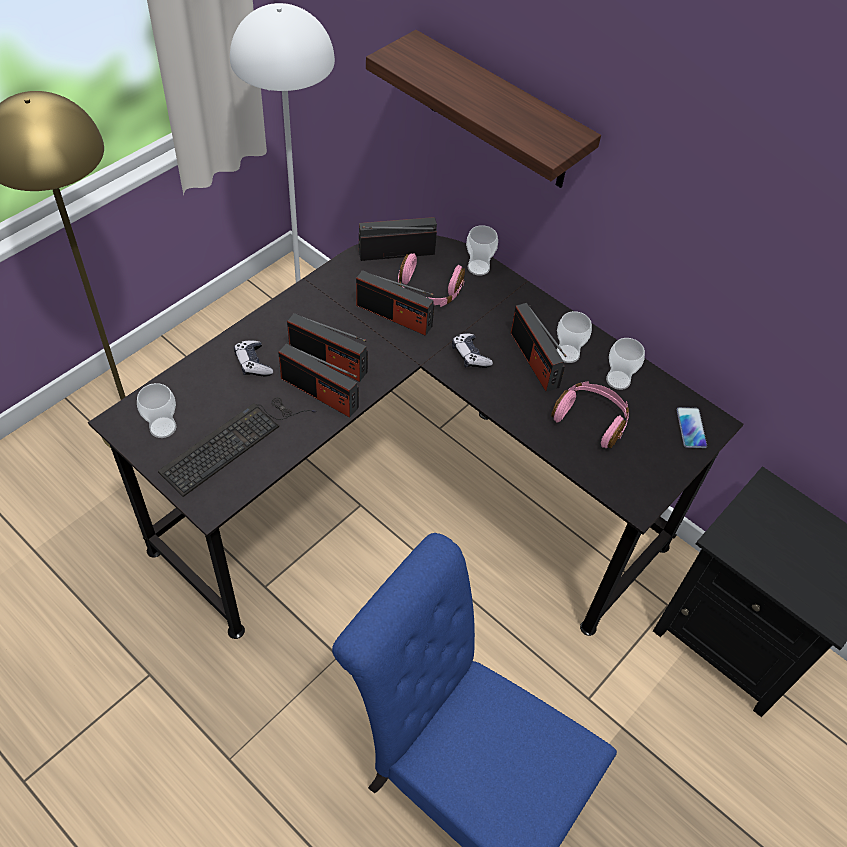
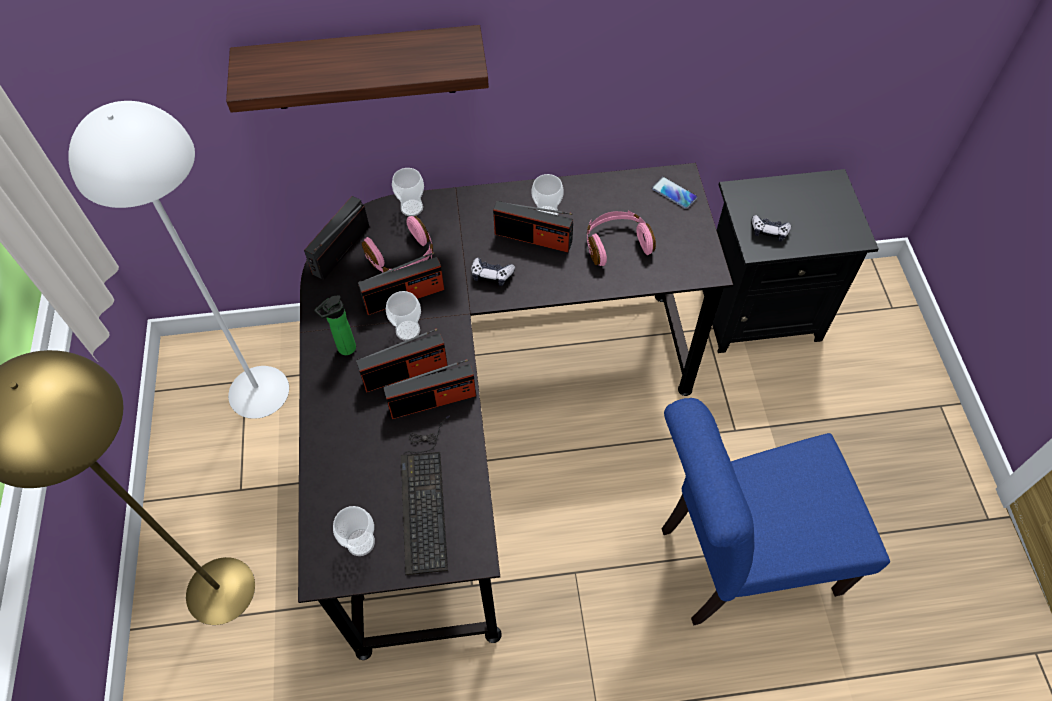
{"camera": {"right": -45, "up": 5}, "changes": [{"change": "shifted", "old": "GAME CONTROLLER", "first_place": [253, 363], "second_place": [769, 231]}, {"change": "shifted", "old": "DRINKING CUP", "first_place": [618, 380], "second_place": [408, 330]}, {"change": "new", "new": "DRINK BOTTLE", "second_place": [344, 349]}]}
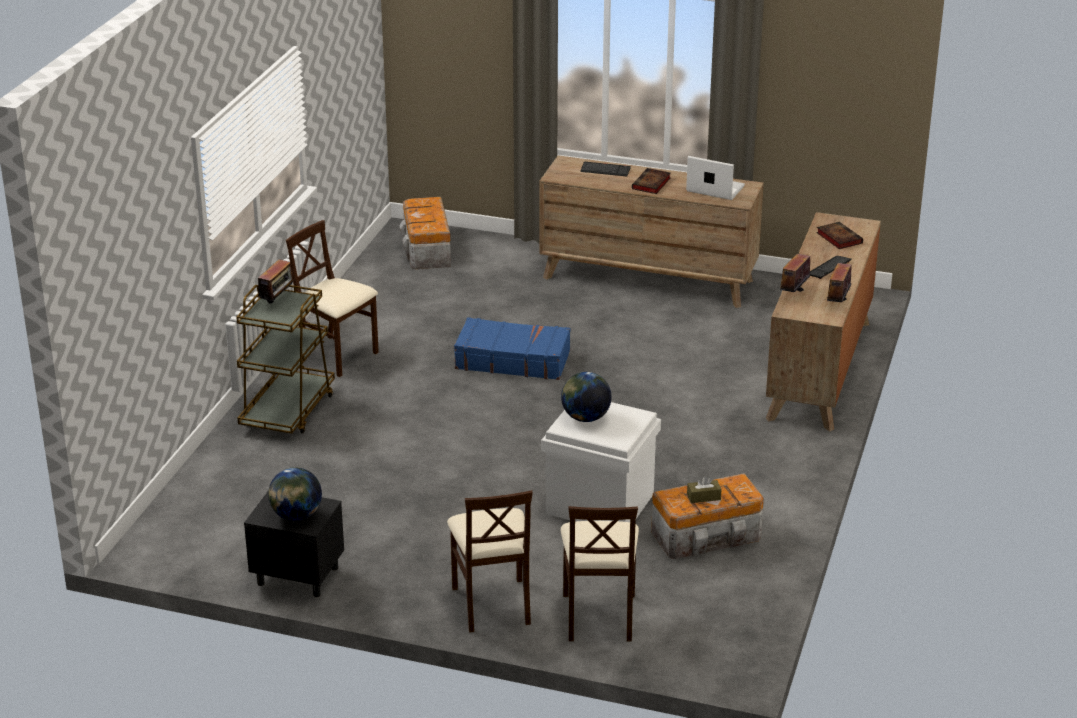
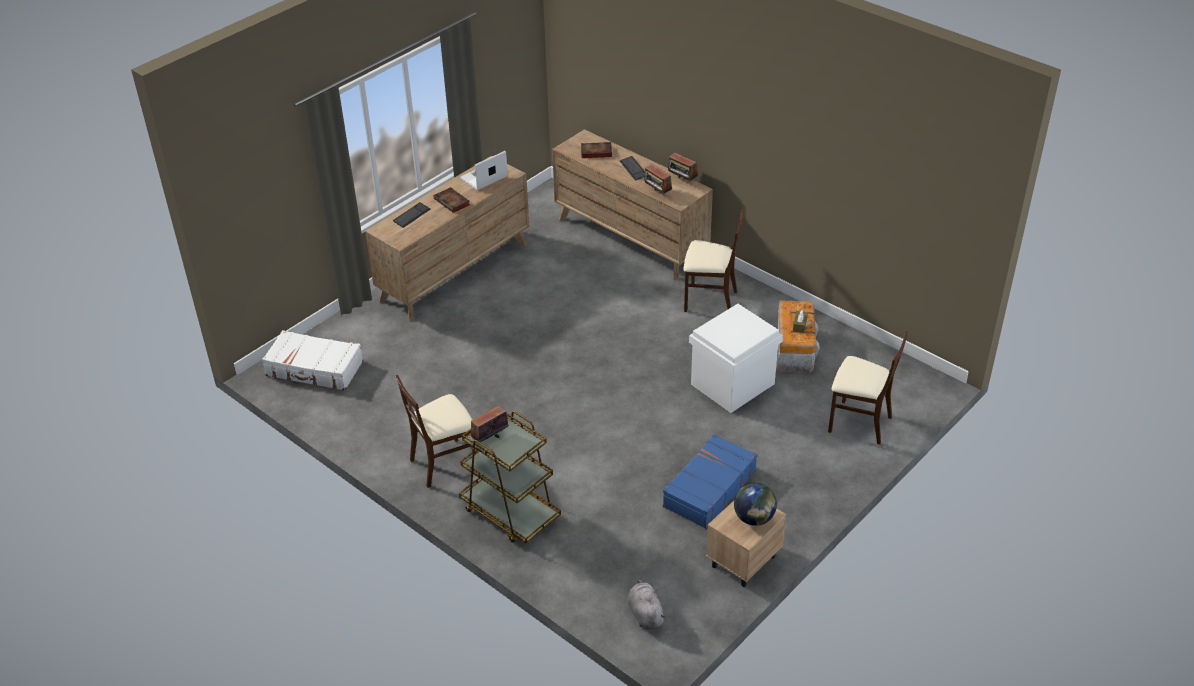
{"camera": {"right": -65, "up": 10}, "changes": [{"change": "repainted", "old": "BLACK NIGHTSTAND", "new": "BEIGE NIGHTSTAND", "first_place": [297, 575], "second_place": [742, 561]}, {"change": "rotated", "old": "RADIO RECEIVER", "first_place": [277, 300], "second_place": [489, 439], "degrees": -90}, {"change": "swapped", "old": "STORAGE BIN", "new": "WHITE PIECE OF LUGGAGE", "first_place": [427, 250], "second_place": [314, 369]}, {"change": "shifted", "old": "BEIGE CHAIR", "first_place": [492, 604], "second_place": [709, 300]}, {"change": "shifted", "old": "BLUISH PIECE OF LUGGAGE", "first_place": [512, 360], "second_place": [708, 489]}, {"change": "gone", "old": "DESK GLOBE", "first_place": [585, 418]}, {"change": "new", "new": "GRAY SOFT TOY", "second_place": [645, 613]}]}
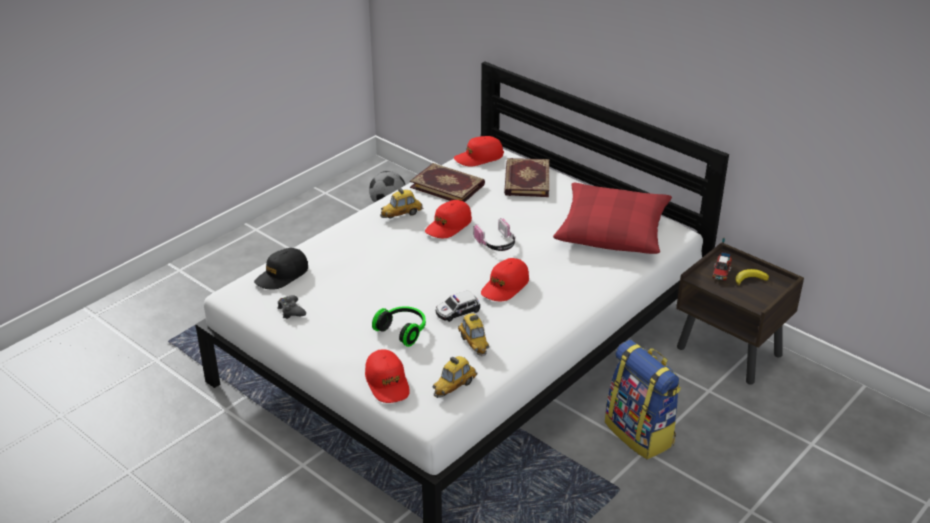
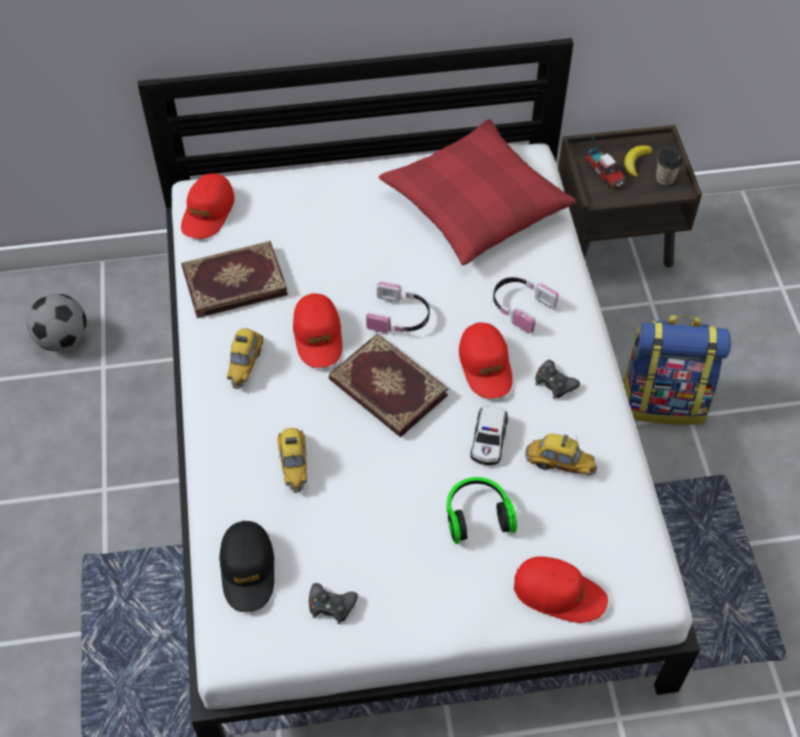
{"camera": {"right": -50, "up": 20}, "changes": [{"change": "shifted", "old": "MINIATURE CAR", "first_place": [454, 387], "second_place": [294, 464]}, {"change": "shifted", "old": "BOUND BOOK", "first_place": [526, 180], "second_place": [387, 389]}, {"change": "new", "new": "HEADSET", "second_place": [520, 306]}, {"change": "new", "new": "BLACK GAME CONTROLLER", "second_place": [554, 383]}, {"change": "new", "new": "DRINKING CUP", "second_place": [665, 178]}]}
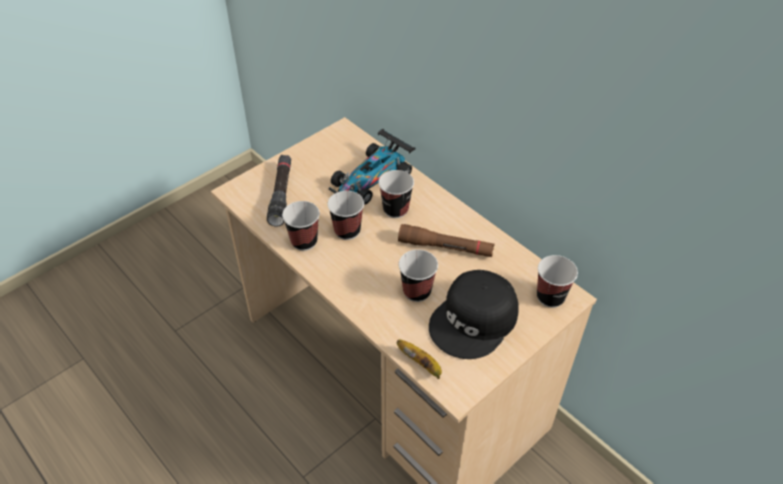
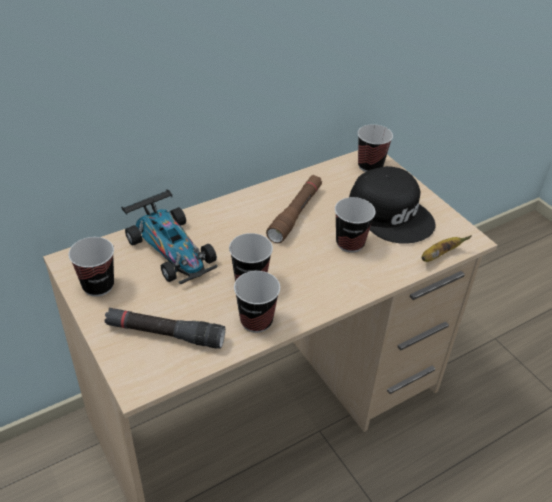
{"camera": {"right": -80, "up": -5}, "changes": [{"change": "shifted", "old": "DRINKING CUP", "first_place": [395, 209], "second_place": [98, 286]}]}
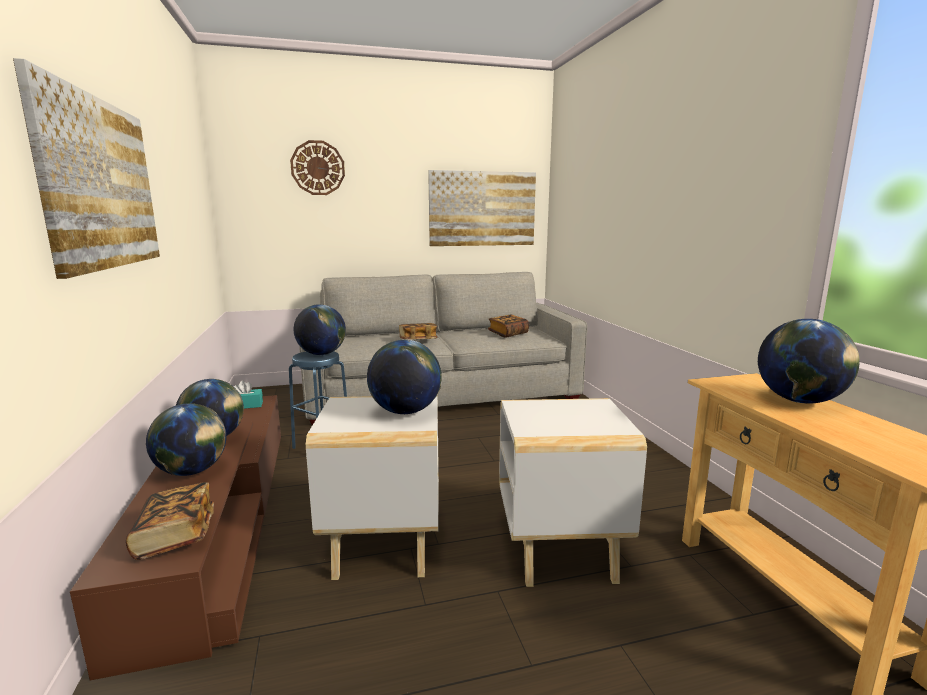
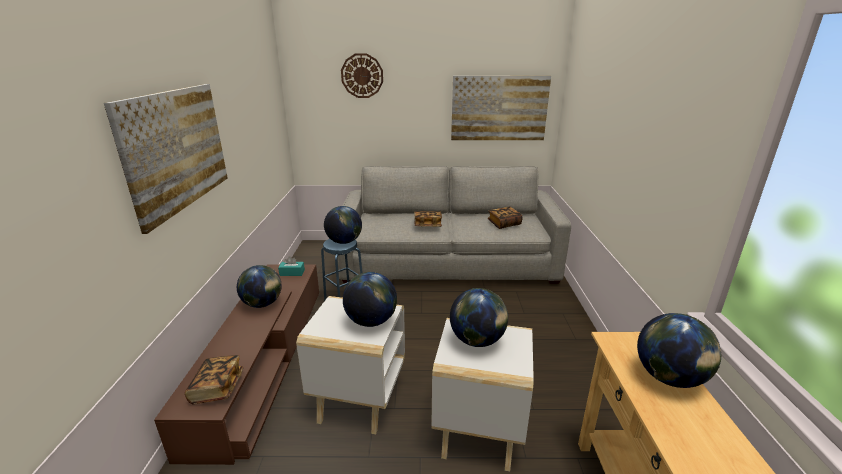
{"camera": {"right": 15, "up": 10}, "changes": [{"change": "shifted", "old": "DESK GLOBE", "first_place": [192, 472], "second_place": [477, 341]}]}
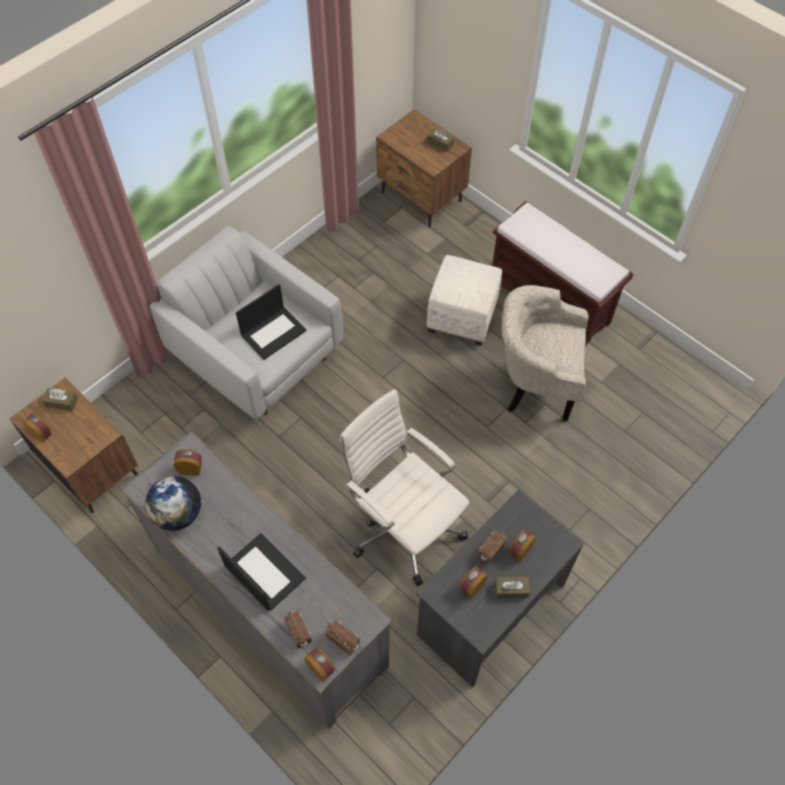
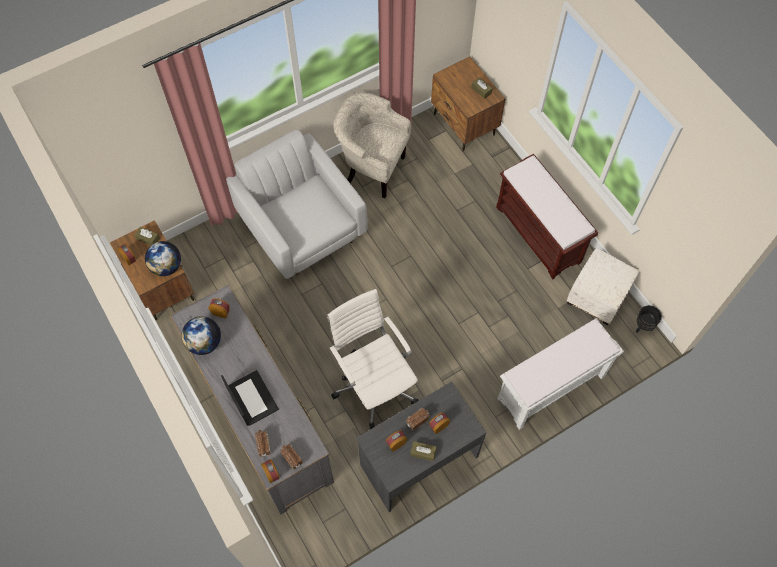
{"camera": {"right": 15, "up": 5}, "changes": [{"change": "gone", "old": "NOTEBOOK COMPUTER", "first_place": [273, 332]}, {"change": "shifted", "old": "WHITE FOOTREST", "first_place": [462, 318], "second_place": [597, 298]}, {"change": "shifted", "old": "BEIGE ARMCHAIR", "first_place": [534, 386], "second_place": [372, 169]}, {"change": "new", "new": "DESK GLOBE", "second_place": [166, 266]}, {"change": "new", "new": "WHITE LONG SEAT", "second_place": [550, 388]}, {"change": "new", "new": "BLACK PLANT POT", "second_place": [643, 327]}]}
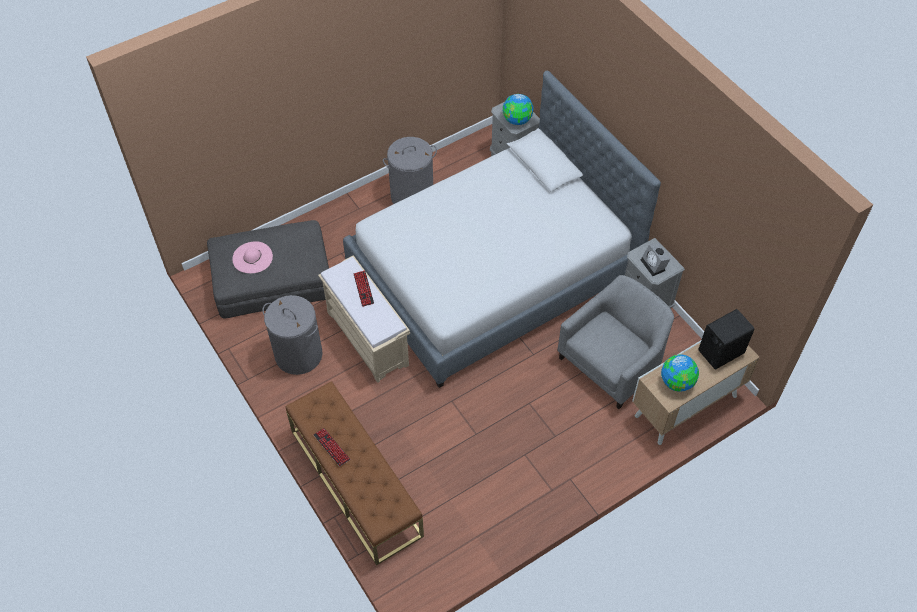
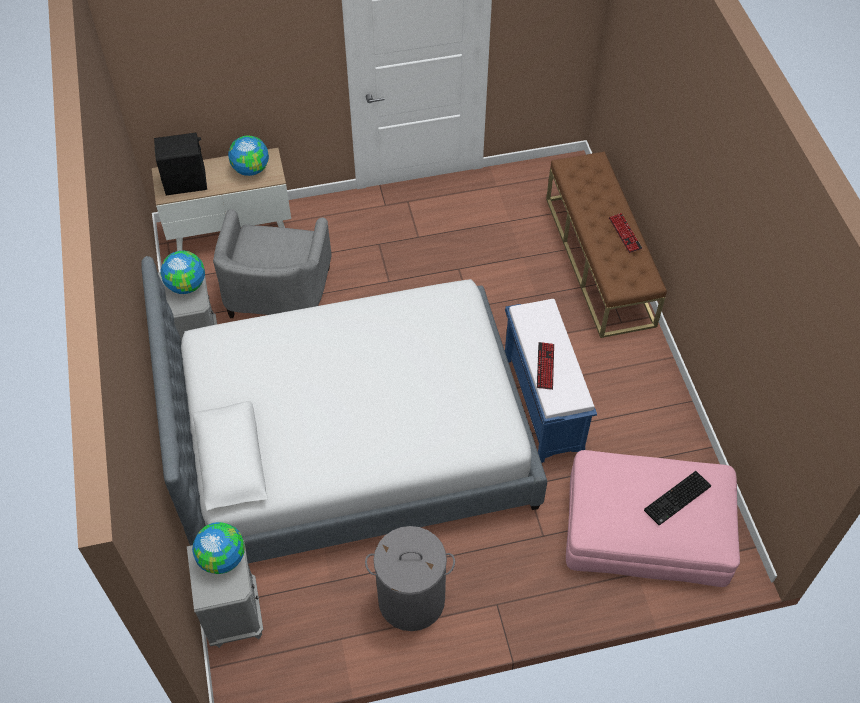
{"camera": {"right": -160, "up": 0}, "changes": [{"change": "repainted", "old": "GRAY FOOTREST", "new": "PINKISH FOOTREST", "first_place": [272, 277], "second_place": [647, 528]}, {"change": "swapped", "old": "PINKISH WEARABLE HAT", "new": "KEYBOARD", "first_place": [252, 257], "second_place": [677, 499]}, {"change": "gone", "old": "GRAY WASHING BASKET", "first_place": [298, 355]}, {"change": "repainted", "old": "BEIGE LONG SEAT", "new": "BLUISH LONG SEAT", "first_place": [368, 339], "second_place": [541, 404]}, {"change": "rotated", "old": "GRAY ARMCHAIR", "first_place": [612, 362], "second_place": [276, 294], "degrees": -60}, {"change": "swapped", "old": "ALARM CLOCK", "new": "DESK GLOBE", "first_place": [654, 265], "second_place": [186, 285]}]}
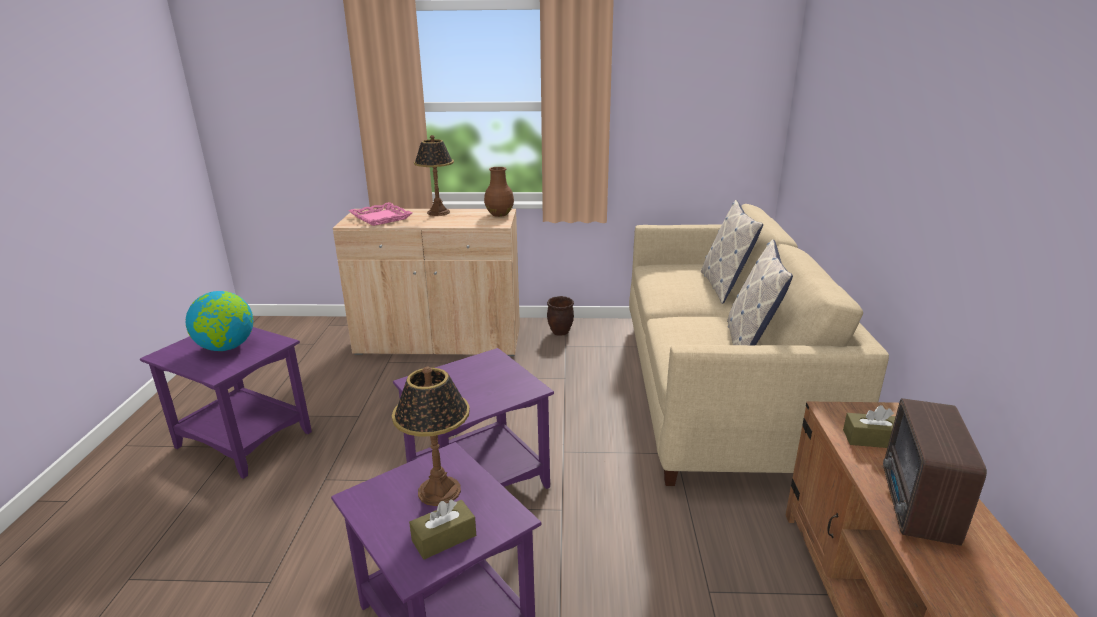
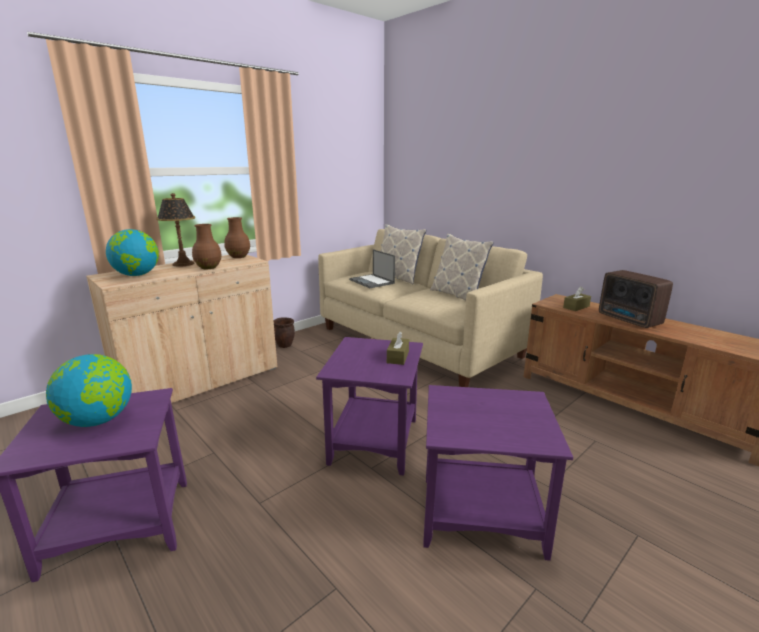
{"camera": {"right": -45, "up": -5}, "changes": [{"change": "swapped", "old": "PINKISH SERVING TRAY", "new": "DESK GLOBE", "first_place": [381, 218], "second_place": [137, 275]}, {"change": "gone", "old": "LAMP FOR A TABLE", "first_place": [439, 491]}, {"change": "shifted", "old": "BROWN-COLOURED TISSUE HOLDER", "first_place": [444, 538], "second_place": [398, 357]}, {"change": "new", "new": "BROWN-COLOURED VASE", "second_place": [208, 267]}, {"change": "new", "new": "NOTEBOOK COMPUTER", "second_place": [372, 281]}]}
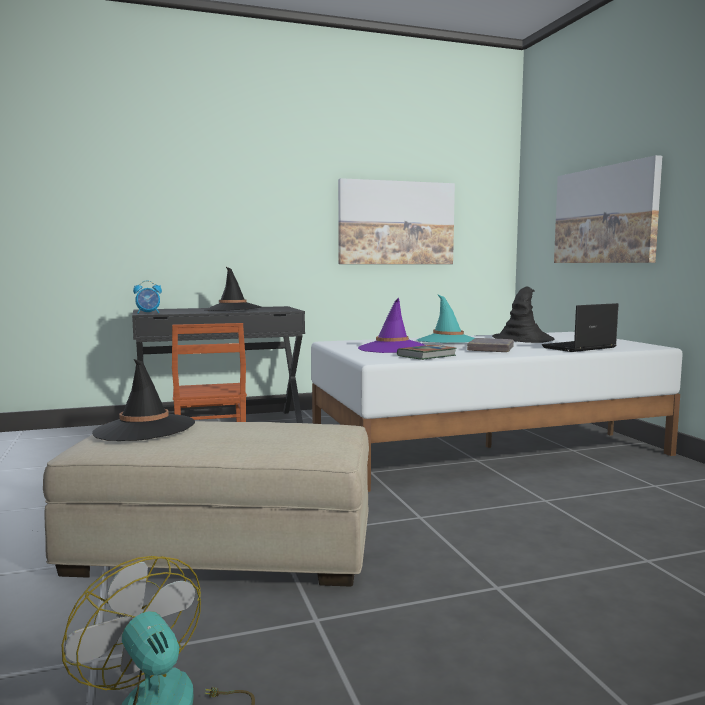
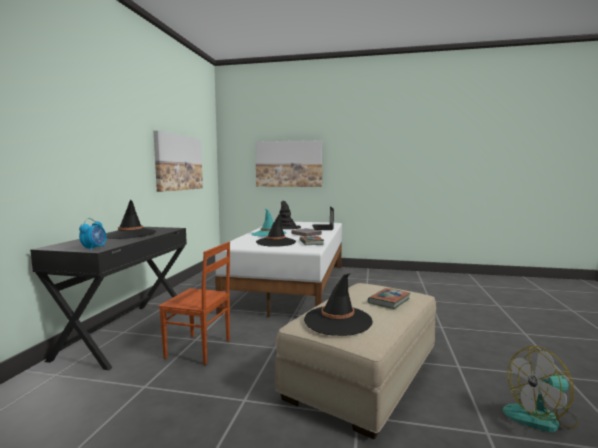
{"camera": {"right": -60, "up": 0}, "changes": [{"change": "repainted", "old": "PURPLISH WEARABLE HAT", "new": "BLACK WEARABLE HAT", "first_place": [392, 348], "second_place": [276, 242]}, {"change": "new", "new": "BOUND BOOK", "second_place": [389, 301]}]}
